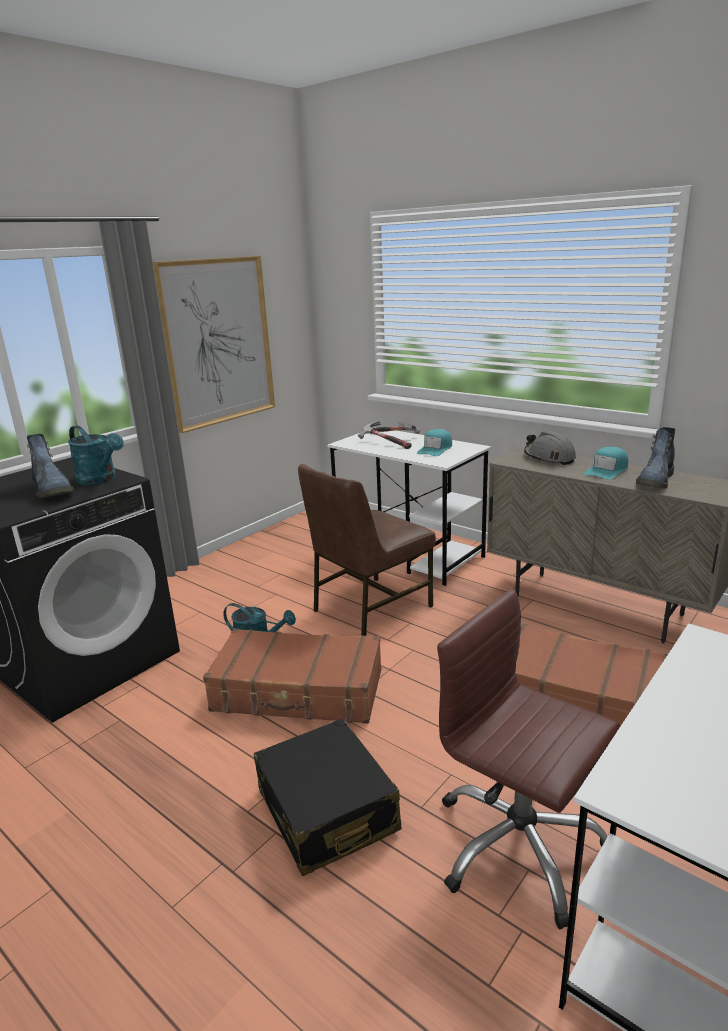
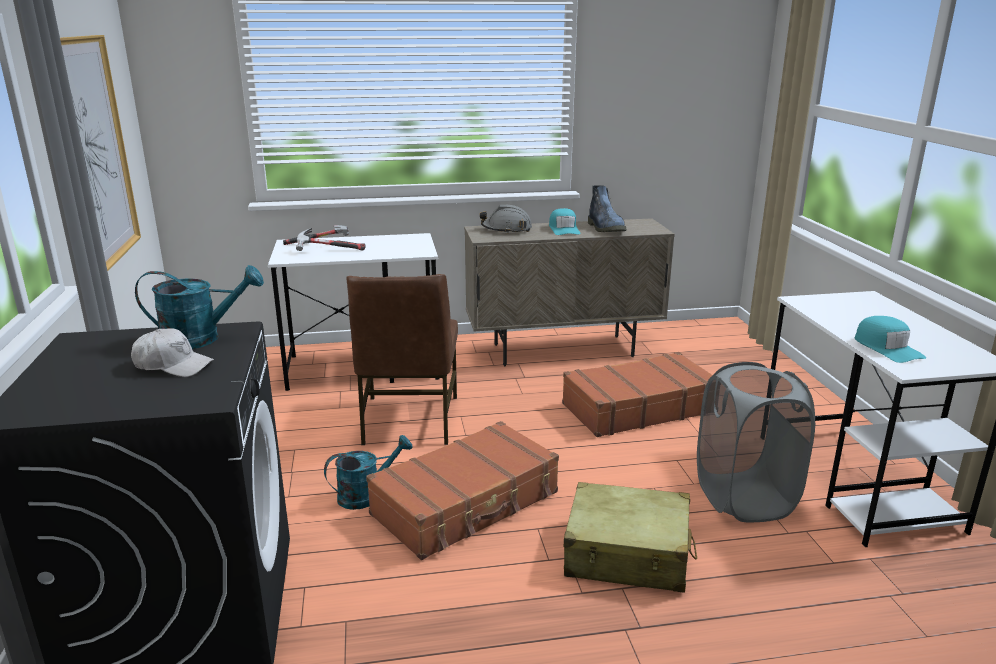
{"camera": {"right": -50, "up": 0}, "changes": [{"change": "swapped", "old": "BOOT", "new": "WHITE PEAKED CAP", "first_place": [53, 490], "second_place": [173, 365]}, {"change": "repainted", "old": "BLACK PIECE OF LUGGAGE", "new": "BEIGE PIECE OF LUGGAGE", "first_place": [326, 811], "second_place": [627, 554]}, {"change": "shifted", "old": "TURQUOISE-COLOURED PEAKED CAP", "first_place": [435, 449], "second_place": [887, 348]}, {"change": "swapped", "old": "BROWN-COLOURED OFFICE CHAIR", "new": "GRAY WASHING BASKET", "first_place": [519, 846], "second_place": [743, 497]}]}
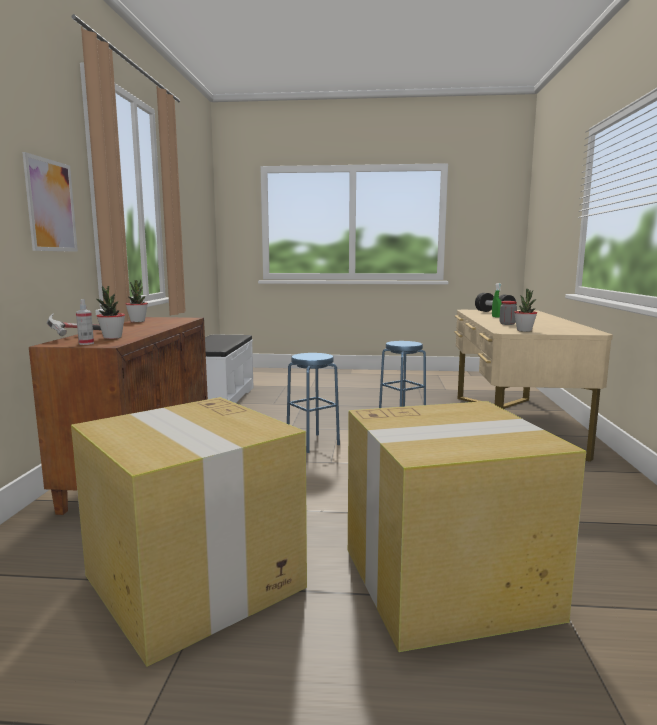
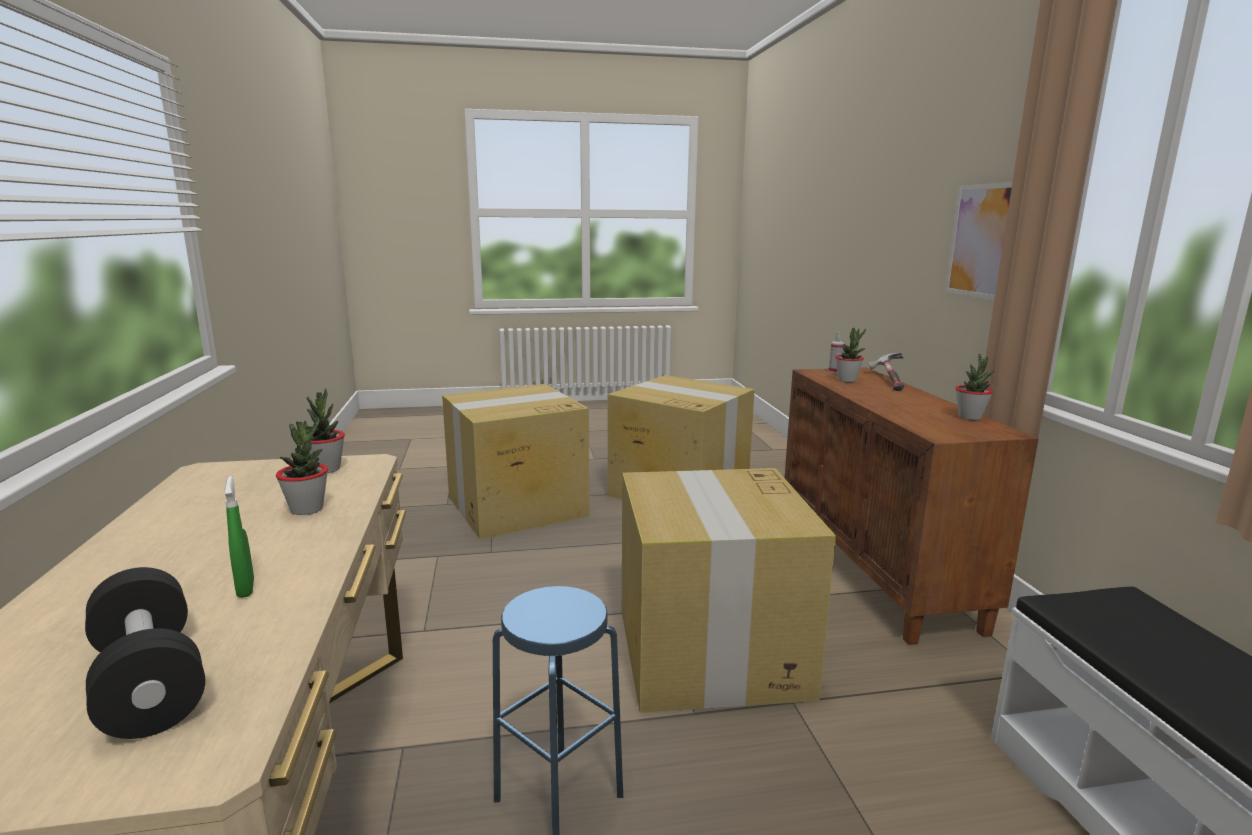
{"camera": {"right": 165, "up": 5}, "changes": [{"change": "swapped", "old": "BLUISH STOOL SEAT", "new": "PACKING BOX", "first_place": [313, 443], "second_place": [711, 653]}, {"change": "swapped", "old": "PRESERVE JAR", "new": "HOUSEPLANT", "first_place": [507, 324], "second_place": [307, 509]}]}
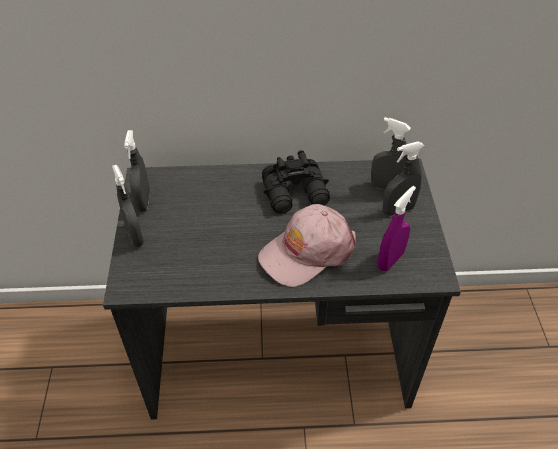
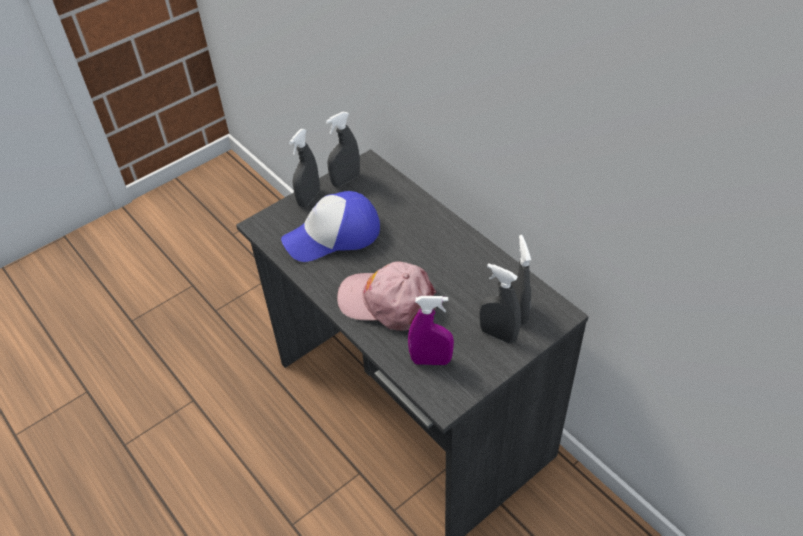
{"camera": {"right": 55, "up": 0}, "changes": [{"change": "gone", "old": "BLACK FIELD GLASSES", "first_place": [296, 194]}, {"change": "new", "new": "PEAKED CAP", "second_place": [333, 236]}]}
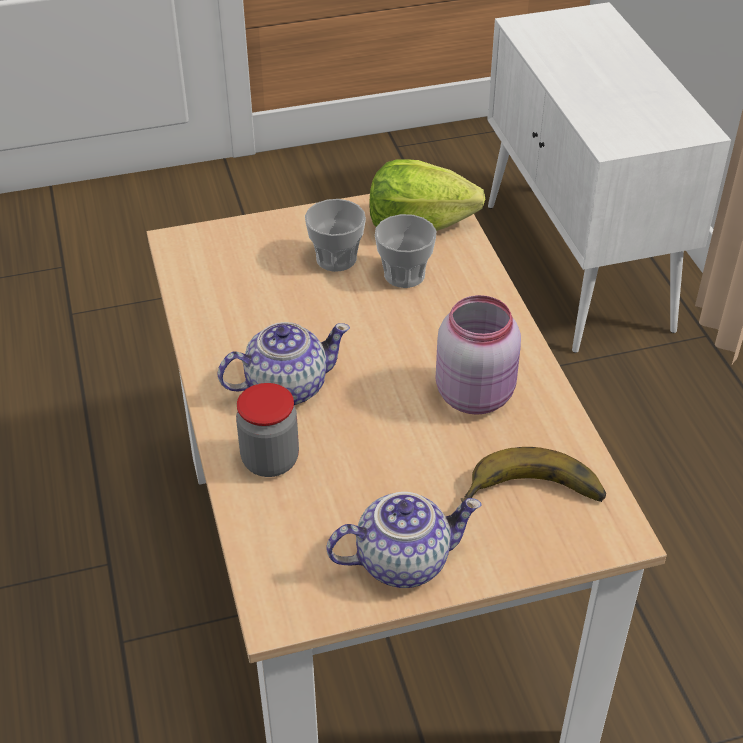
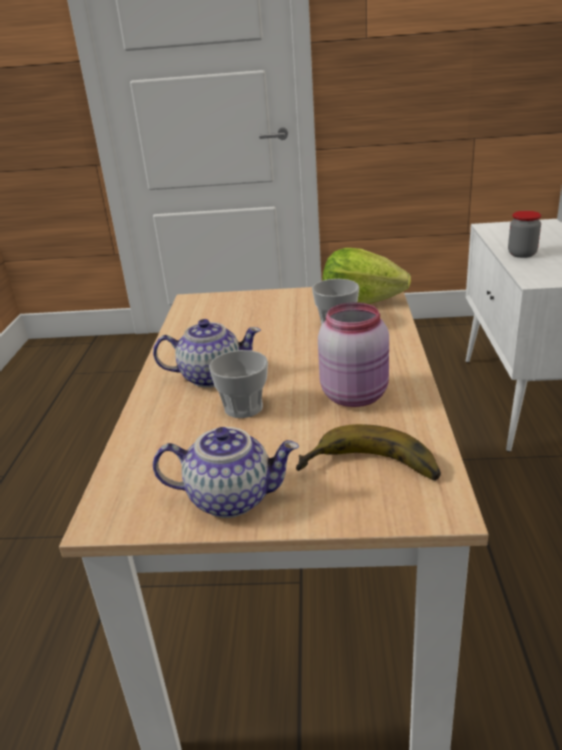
{"camera": {"right": 20, "up": -15}, "changes": [{"change": "shifted", "old": "PRESERVE JAR", "first_place": [270, 460], "second_place": [522, 254]}, {"change": "shifted", "old": "DRINKING CUP", "first_place": [336, 259], "second_place": [243, 407]}]}
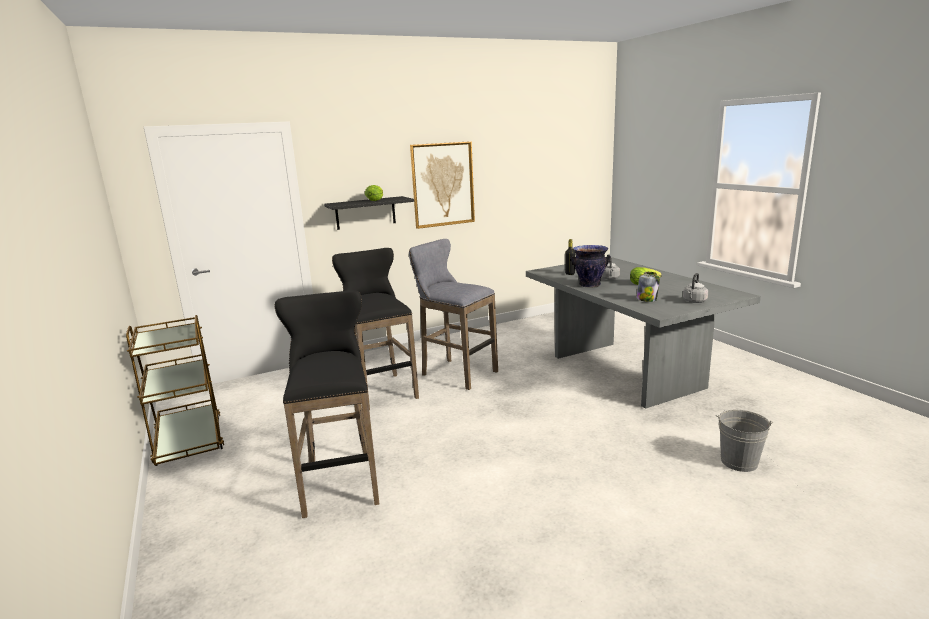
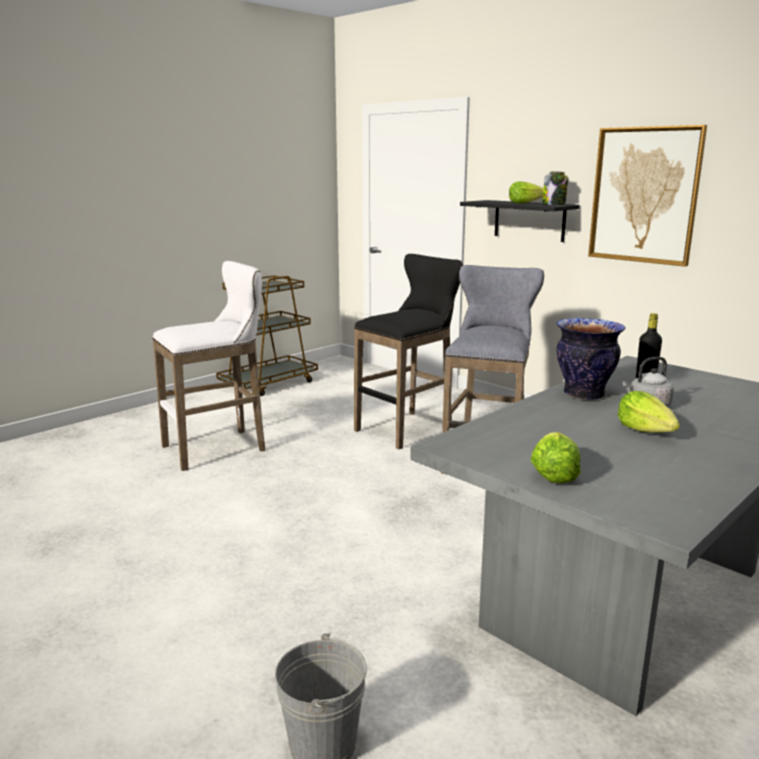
{"camera": {"right": 70, "up": 0}, "changes": [{"change": "repainted", "old": "BLACK STOOL SEAT", "new": "WHITE STOOL SEAT", "first_place": [340, 480], "second_place": [219, 448]}, {"change": "shifted", "old": "PRESERVE JAR", "first_place": [647, 299], "second_place": [554, 204]}, {"change": "swapped", "old": "GRAY KETTLE", "new": "HEAD OF LETTUCE", "first_place": [694, 301], "second_place": [553, 473]}]}
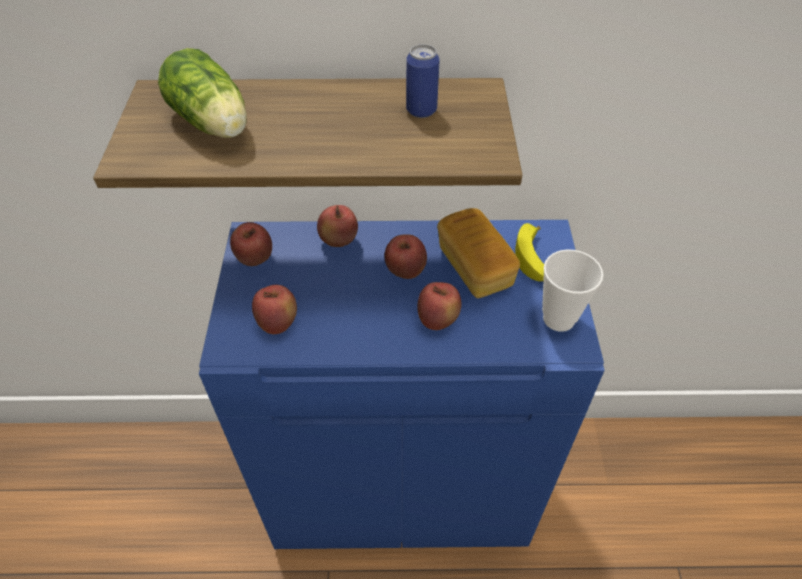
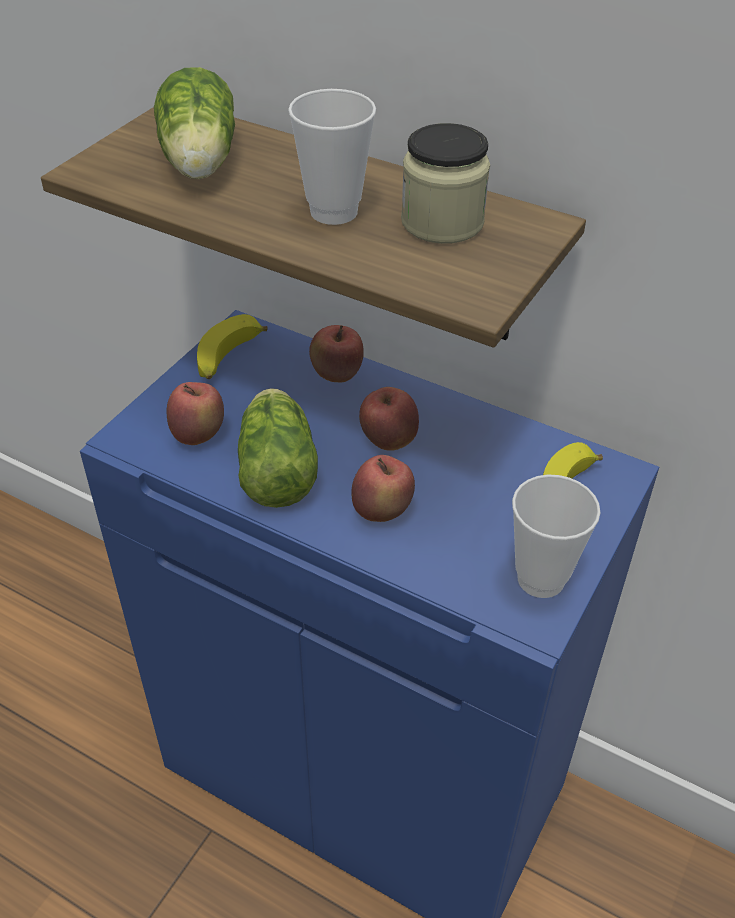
{"camera": {"right": 30, "up": -5}, "changes": [{"change": "swapped", "old": "WHOLE APPLE", "new": "WHOLE BANANA", "first_place": [255, 259], "second_place": [228, 358]}, {"change": "swapped", "old": "SEALED CAN", "new": "PRESERVE JAR", "first_place": [421, 110], "second_place": [442, 222]}, {"change": "gone", "old": "BAKERY BREAD", "first_place": [475, 267]}, {"change": "new", "new": "HEAD OF LETTUCE", "second_place": [277, 467]}, {"change": "new", "new": "DRINKING CUP", "second_place": [334, 212]}]}
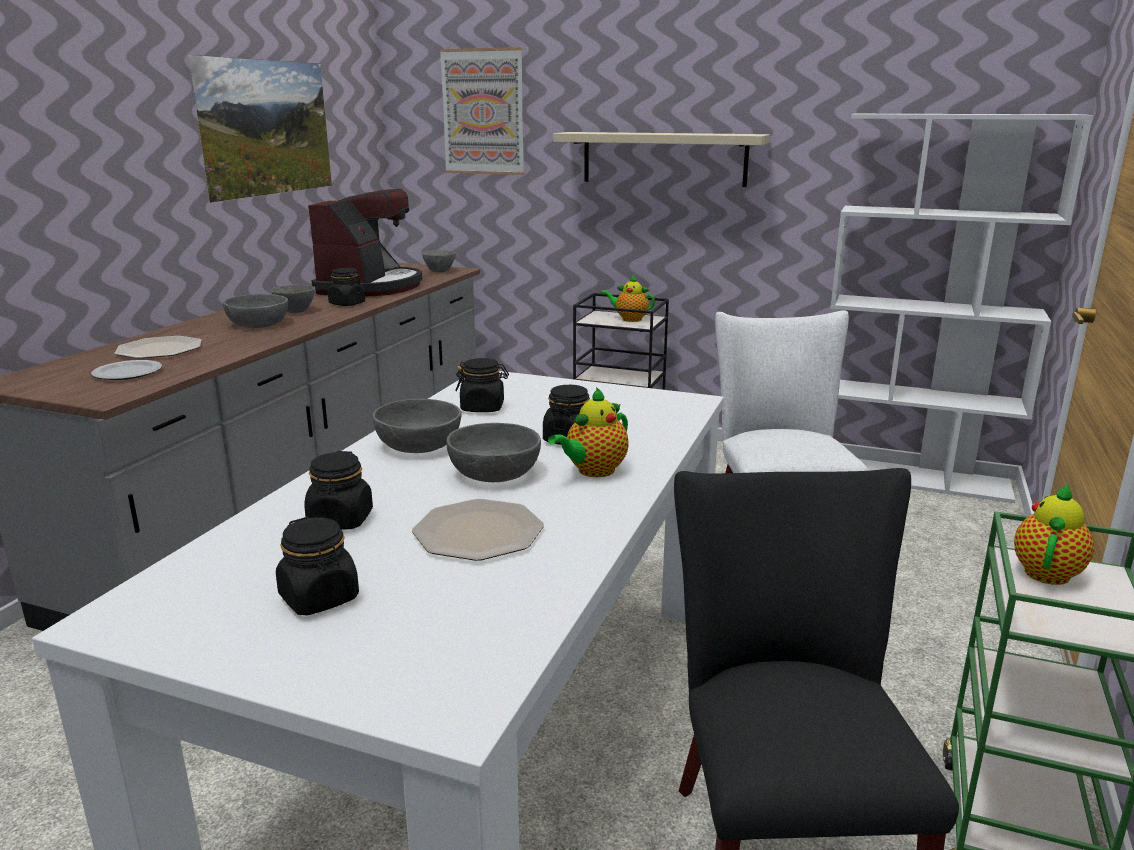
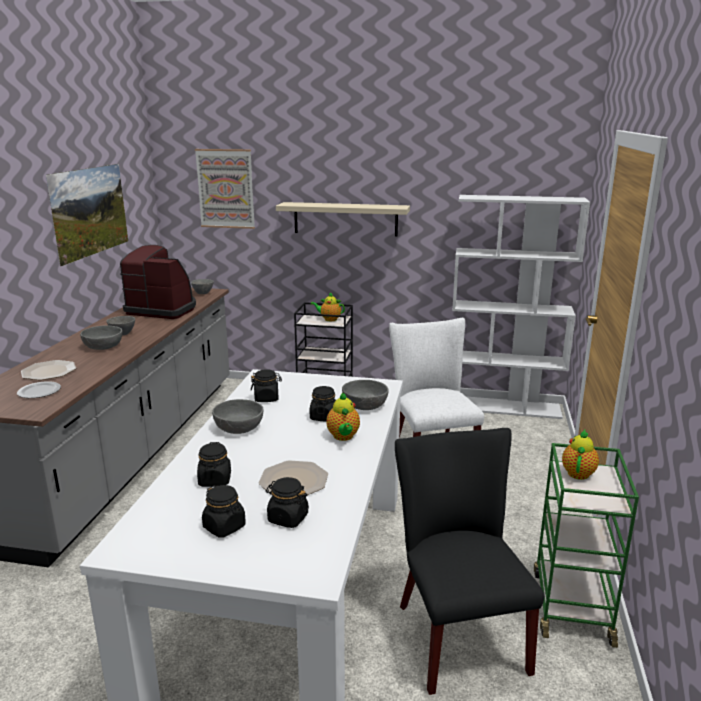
{"camera": {"right": -10, "up": 0}, "changes": [{"change": "rotated", "old": "COFFEE MAKER", "first_place": [370, 287], "second_place": [163, 309], "degrees": -75}, {"change": "shifted", "old": "BLACK PRESERVE JAR", "first_place": [347, 304], "second_place": [287, 518]}, {"change": "shifted", "old": "GRAY DEEP DISH", "first_place": [494, 472], "second_place": [365, 405]}, {"change": "rotated", "old": "TEA POT", "first_place": [593, 471], "second_place": [343, 437], "degrees": -45}]}
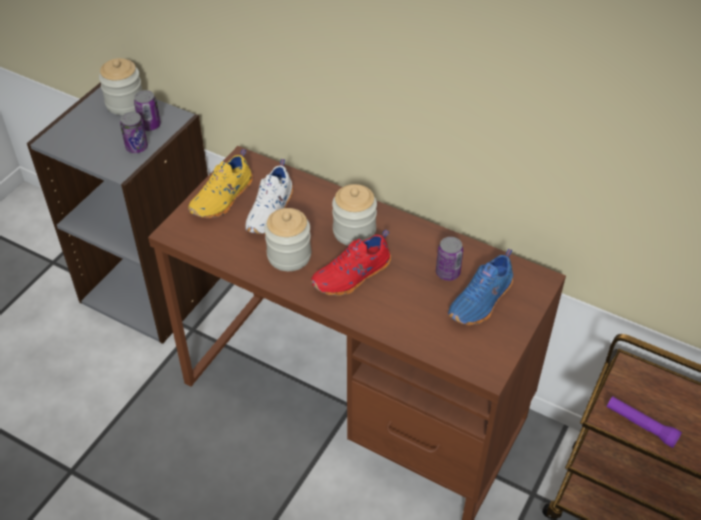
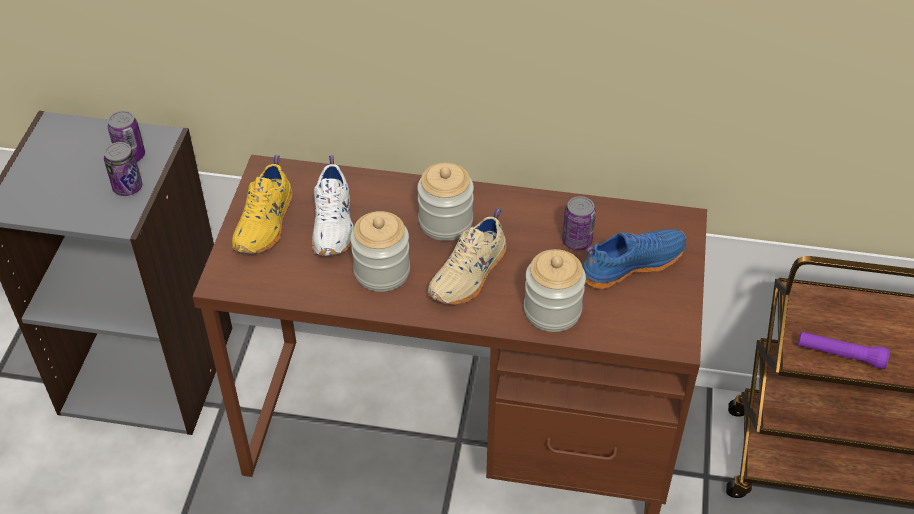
{"camera": {"right": -20, "up": 0}, "changes": [{"change": "shifted", "old": "PRESERVE JAR", "first_place": [125, 103], "second_place": [552, 310]}, {"change": "repainted", "old": "RED-COLOURED ITEM OF FOOTWEAR", "new": "BEIGE ITEM OF FOOTWEAR", "first_place": [352, 276], "second_place": [470, 275]}, {"change": "rotated", "old": "BLUISH ITEM OF FOOTWEAR", "first_place": [482, 301], "second_place": [631, 264], "degrees": -135}]}
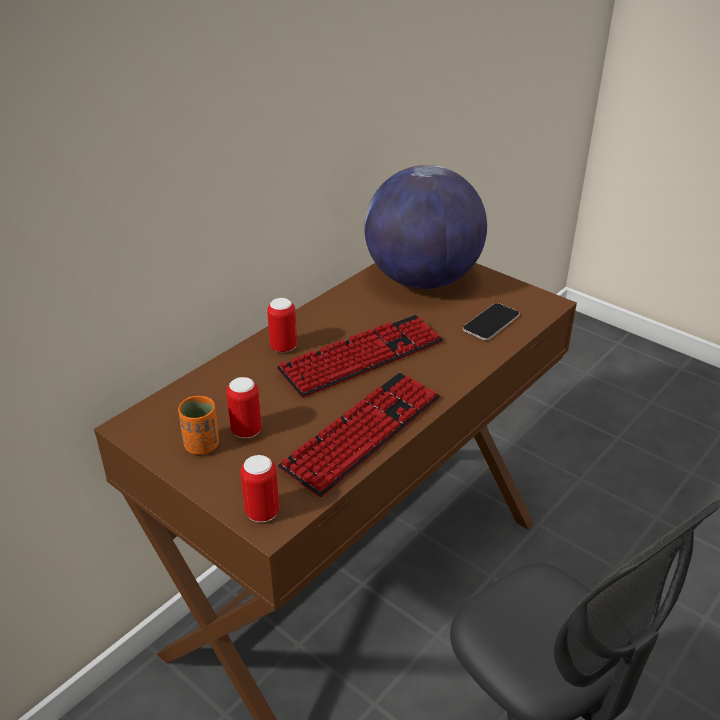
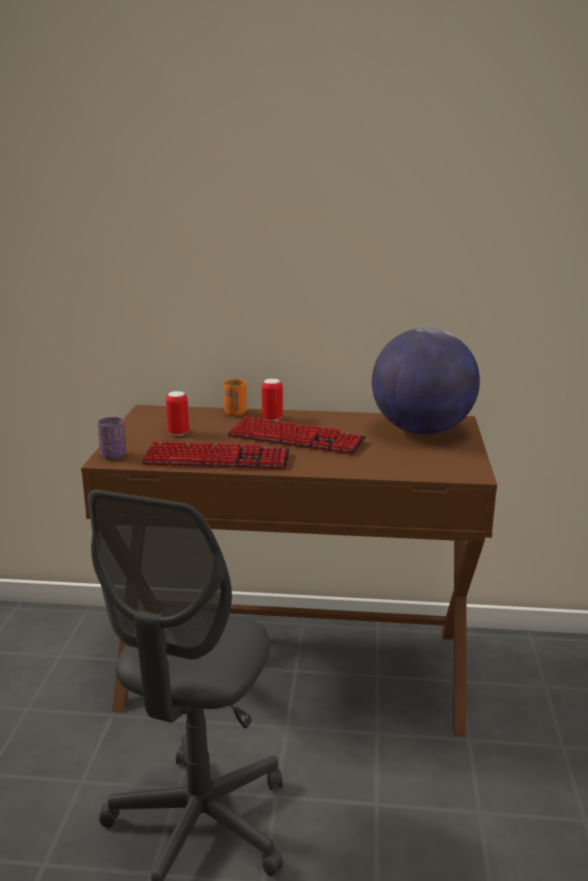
{"camera": {"right": 55, "up": -15}, "changes": [{"change": "shifted", "old": "ORANGEY DRINKING CUP", "first_place": [202, 445], "second_place": [235, 413]}, {"change": "swapped", "old": "SEALED CAN", "new": "PURPLISH DRINKING CUP", "first_place": [262, 512], "second_place": [113, 456]}, {"change": "gone", "old": "HANDSET", "first_place": [491, 322]}]}
